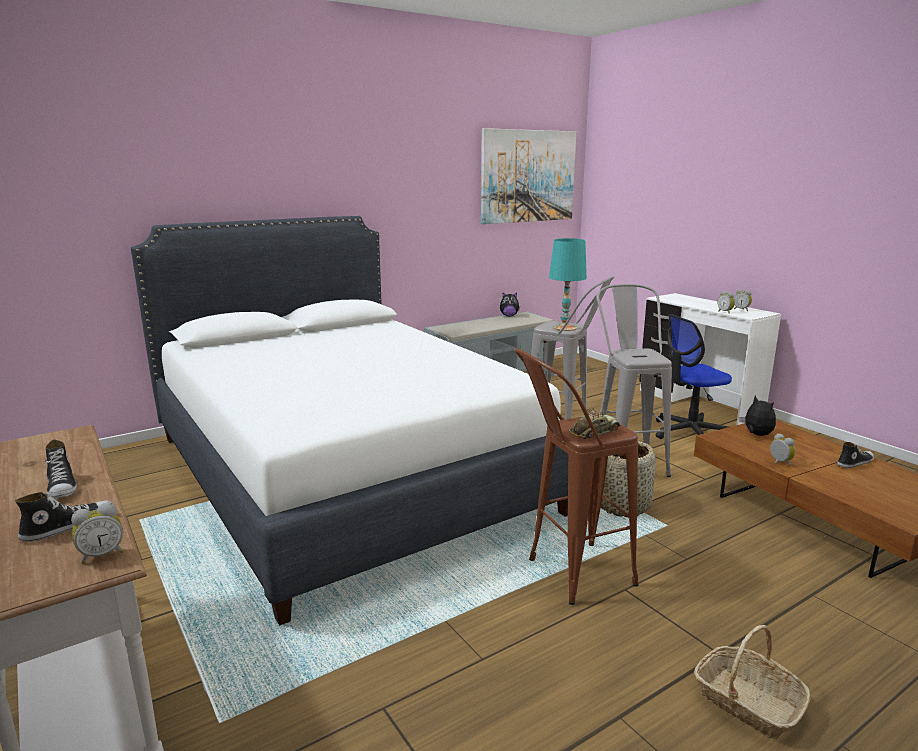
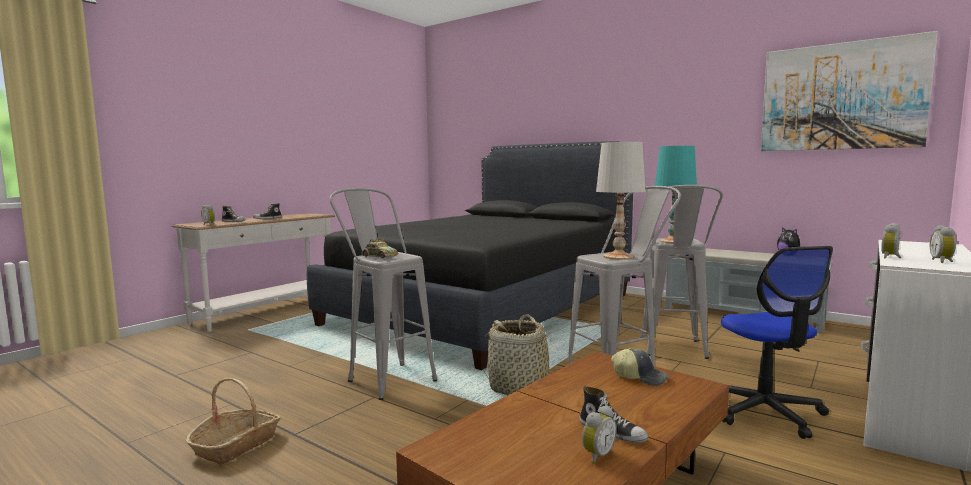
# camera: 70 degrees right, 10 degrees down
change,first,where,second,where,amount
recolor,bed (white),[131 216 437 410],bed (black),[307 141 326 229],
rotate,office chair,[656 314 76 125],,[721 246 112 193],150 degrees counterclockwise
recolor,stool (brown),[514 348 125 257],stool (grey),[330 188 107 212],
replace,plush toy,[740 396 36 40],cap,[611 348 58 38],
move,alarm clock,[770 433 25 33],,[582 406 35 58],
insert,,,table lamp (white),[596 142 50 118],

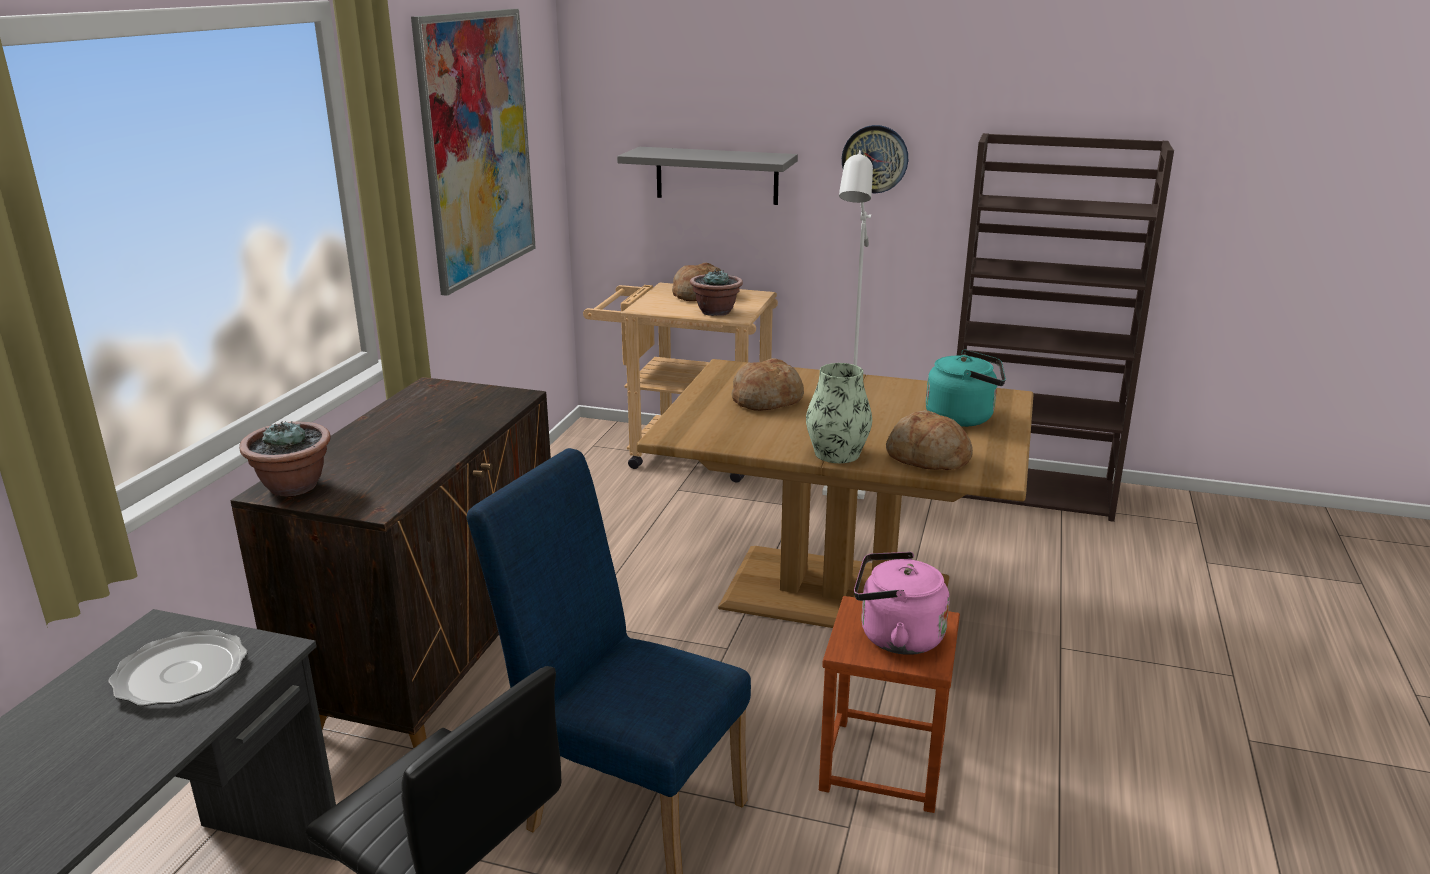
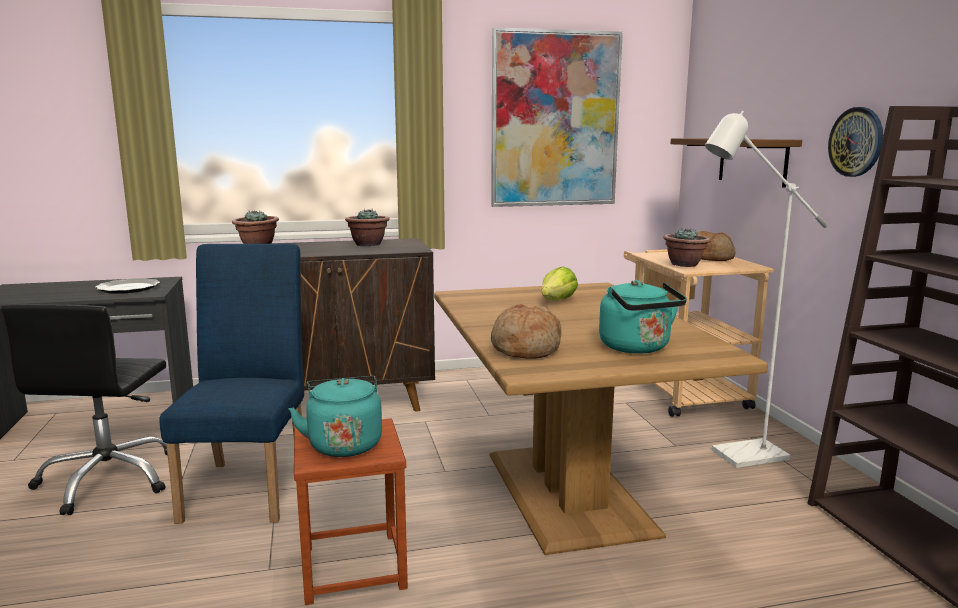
# camera: 60 degrees right, 10 degrees down
change,first,where,second,where,amount
recolor,shelf (grey),[617 147 181 58],shelf (brown),[671 138 131 50],
replace,bread,[731 358 73 53],lettuce,[541 267 37 33],
delete,vase,[806 363 66 100],,,
recolor,kettle (pink),[854 552 96 103],kettle (turquoise),[289 376 93 81],
insert,,,potted plant,[345 209 45 37],

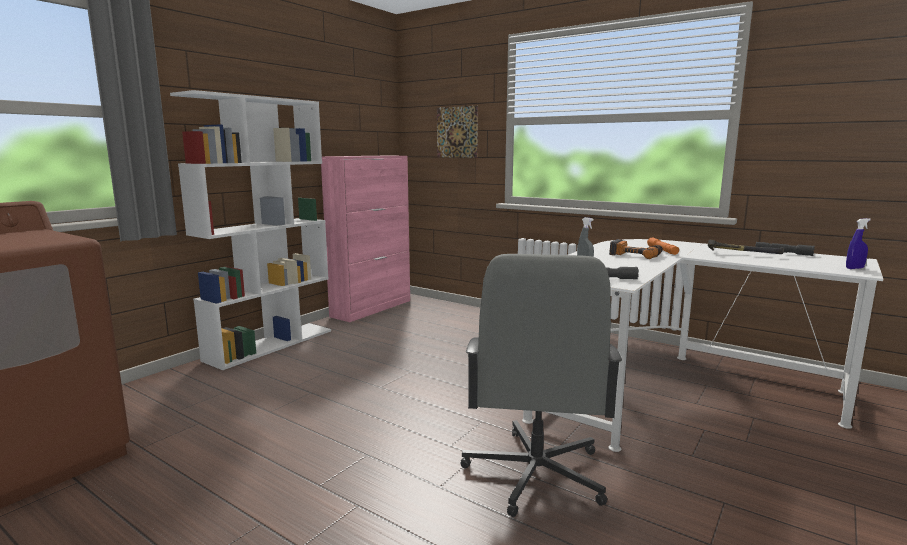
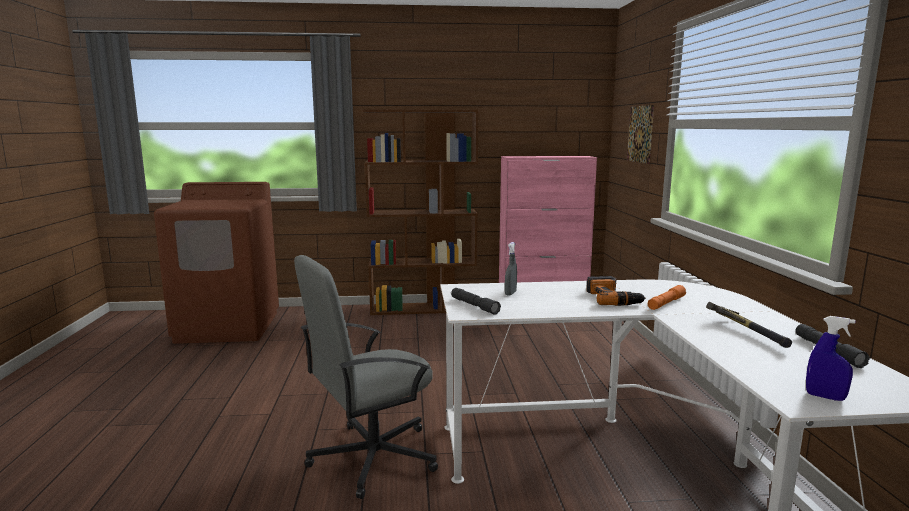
# camera: 50 degrees right, 0 degrees up
change,first,where,second,where,amount
recolor,bookcase (white),[170 90 161 280],bookcase (brown),[363 110 116 205],

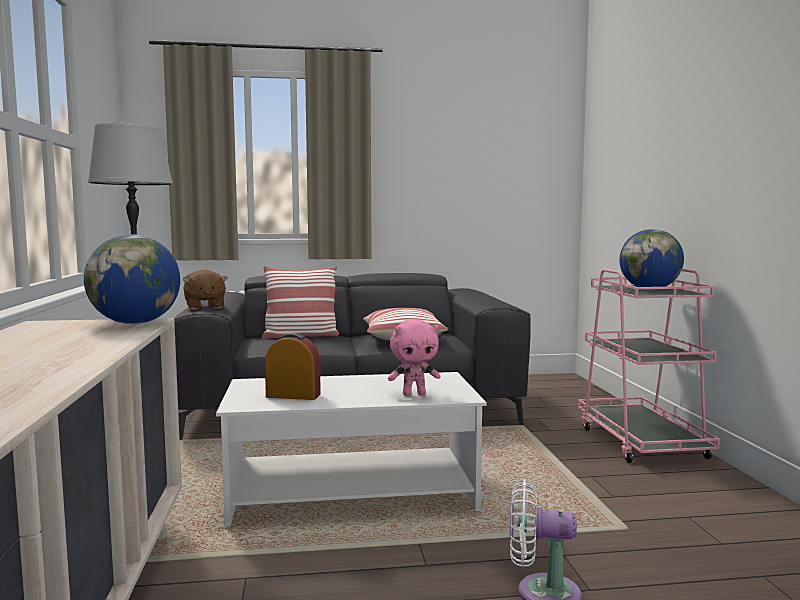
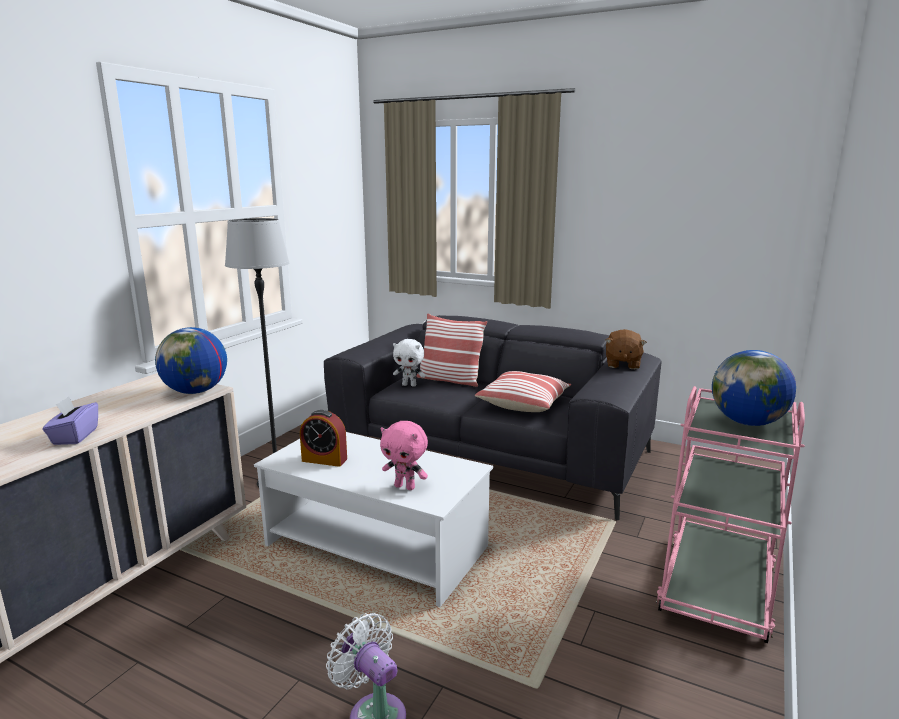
# camera: 35 degrees right, 10 degrees up
change,first,where,second,where,amount
move,plush toy (brown),[183 269 45 41],,[605 329 42 40],
rotate,alarm clock,[265 333 56 67],,[300 410 47 57],150 degrees clockwise
insert,,,plush toy (white),[393 339 33 48],
insert,,,tissue box (purple),[42 396 56 49],

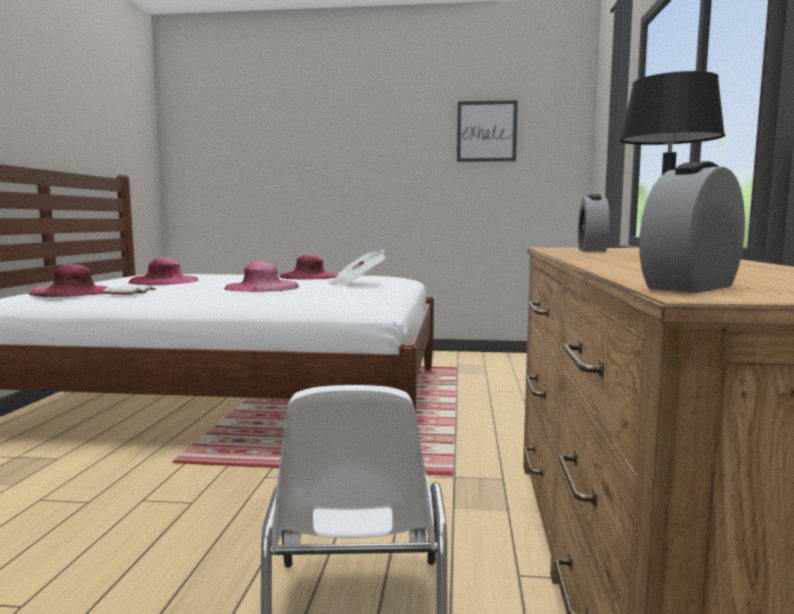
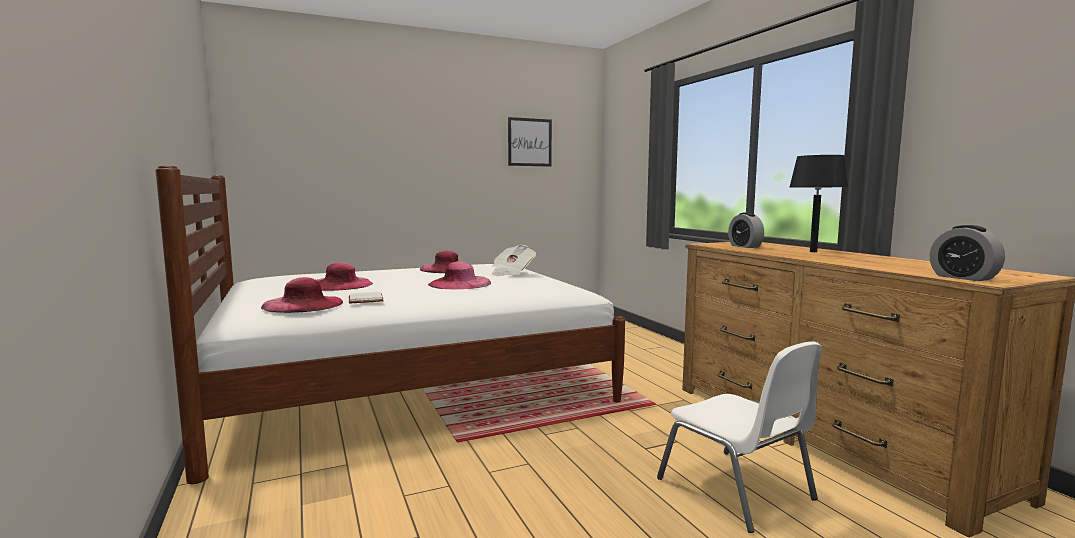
# camera: 30 degrees left, 0 degrees up
change,first,where,second,where,amount
rotate,alarm clock,[639 161 106 132],,[930 225 75 56],45 degrees counterclockwise

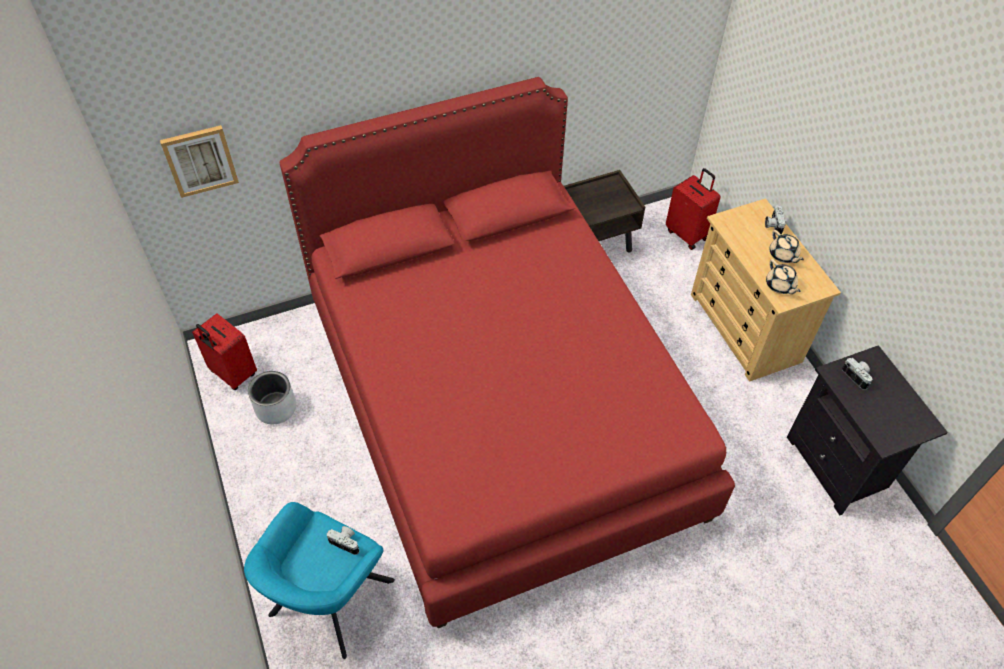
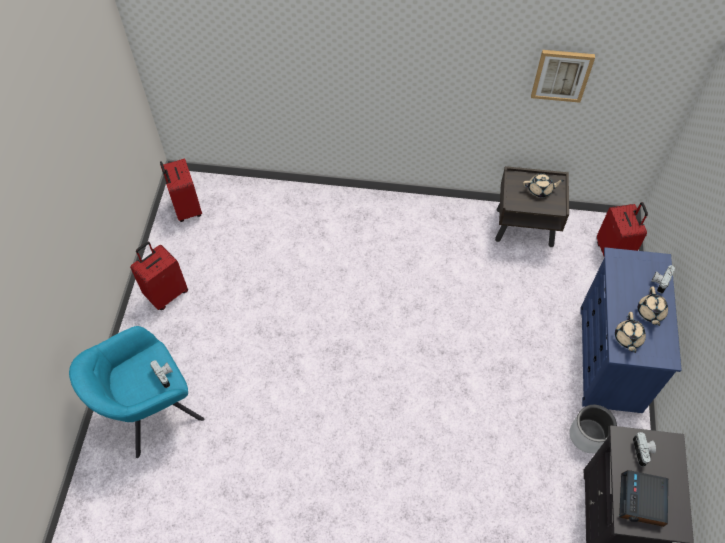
# camera: 30 degrees right, 5 degrees up
change,first,where,second,where,amount
delete,bed (red),[280 77 455 551],,,
move,picture,[160 125 79 73],,[531 50 64 53],
recolor,dresser (beige),[691 198 150 184],dresser (blue),[580 247 102 166],
move,planter (grey),[248 371 48 53],,[570 405 47 48],
insert,,,teapot (beige),[523 173 41 24],
insert,,,suitcase (red),[130 242 58 68],
insert,,,alarm clock,[619 470 49 57],

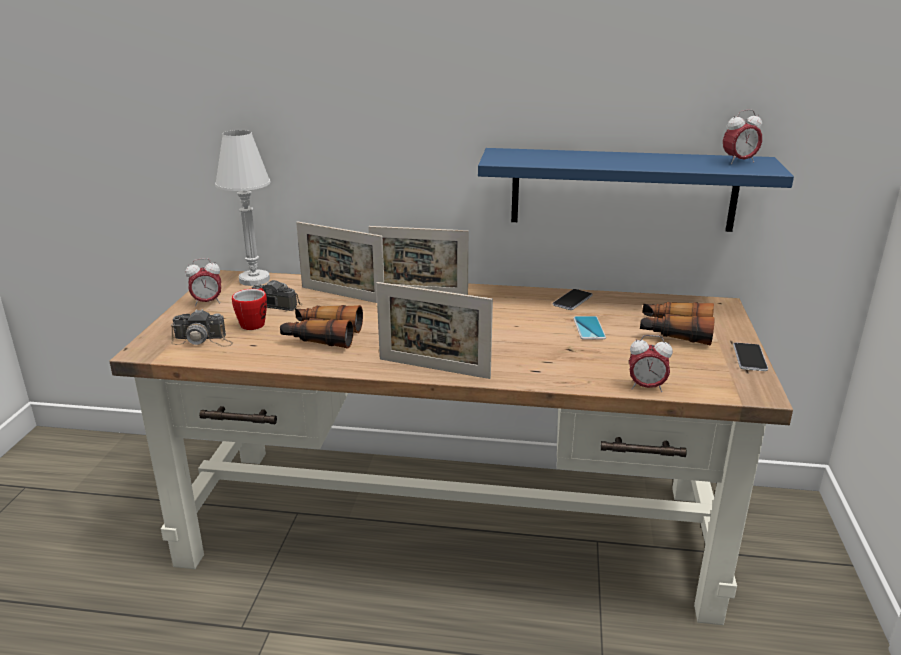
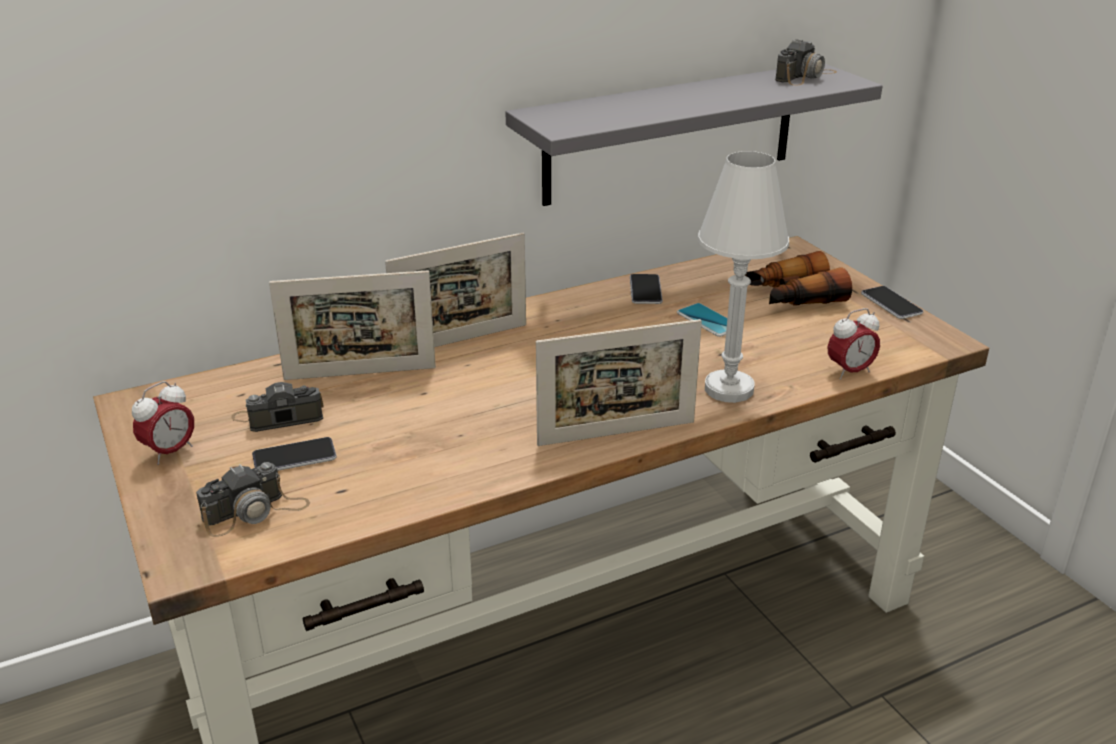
# camera: 35 degrees left, 5 degrees up
change,first,where,second,where,amount
replace,alarm clock,[723 110 39 54],photo camera,[775 39 62 47],
move,table lamp (white),[215 130 56 156],,[698 151 91 252],
recolor,shelf (blue),[478 148 316 84],shelf (grey),[506 64 377 142],
replace,mug,[232 288 35 42],phone,[252 437 85 34],
delete,binoculars,[280 305 83 43],,,

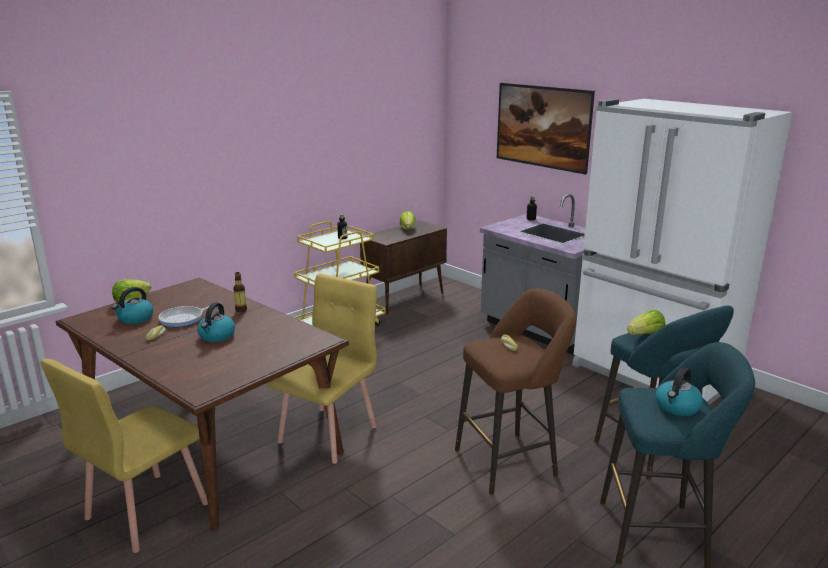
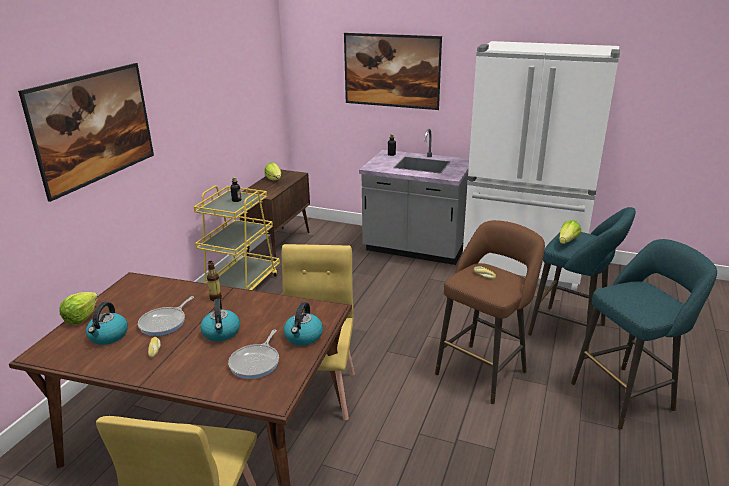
# camera: 25 degrees left, 5 degrees up
change,first,where,second,where,amount
move,kettle,[656 367 47 49],,[284 302 39 44],
insert,,,picture,[18 63 136 139],
insert,,,frying pan,[228 329 51 50],

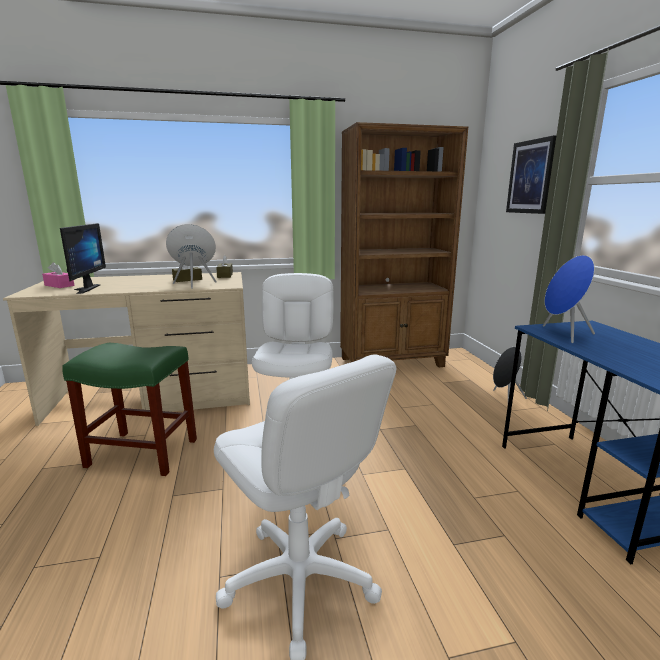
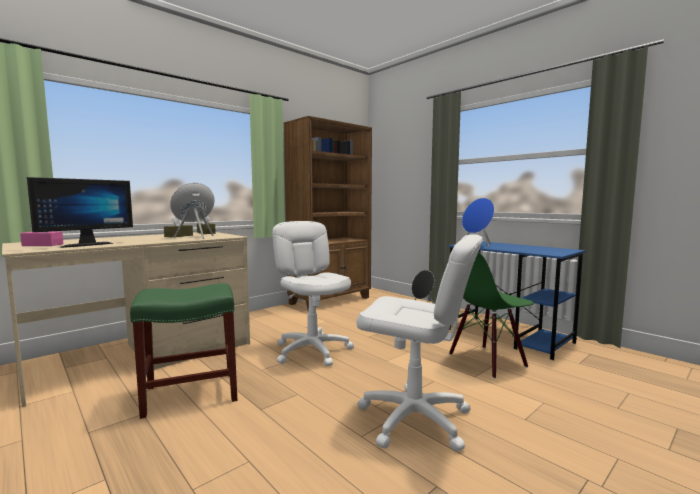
# camera: 30 degrees left, 10 degrees down
change,first,where,second,where,amount
delete,picture,[506 135 50 79],,,
rotate,monitor,[60 223 46 71],,[27 177 106 71],75 degrees clockwise
insert,,,chair (green),[449 252 86 127],

